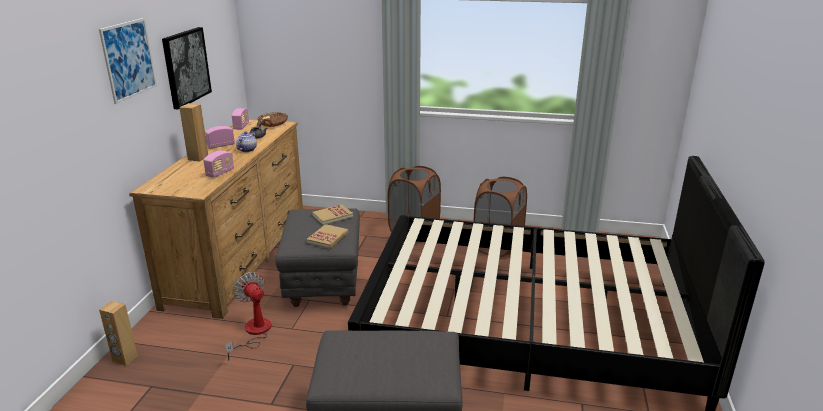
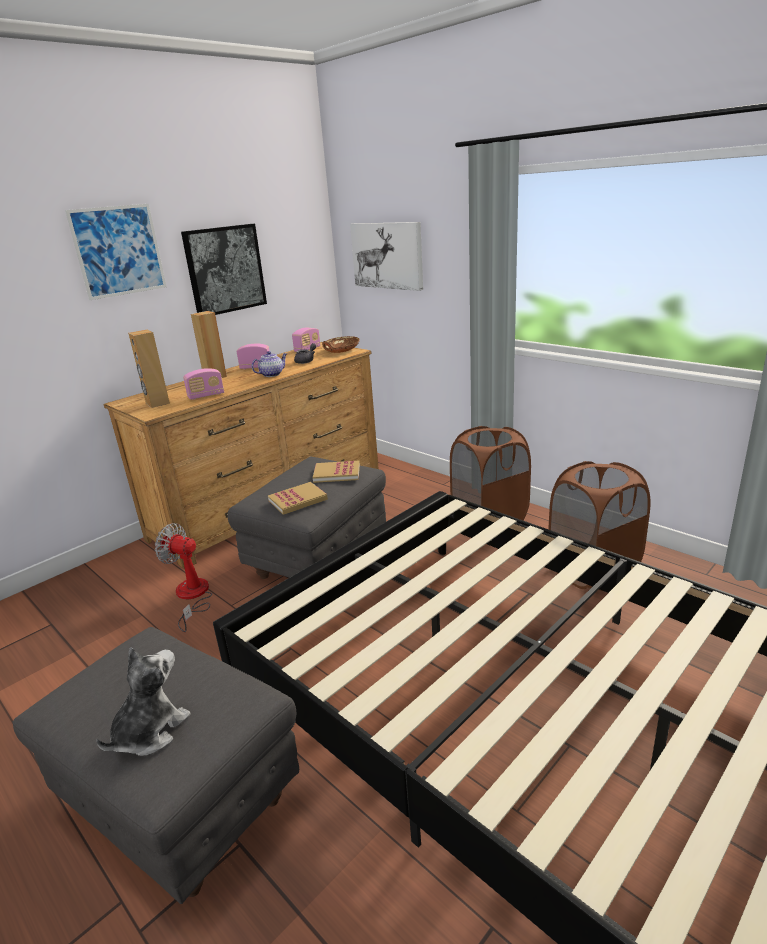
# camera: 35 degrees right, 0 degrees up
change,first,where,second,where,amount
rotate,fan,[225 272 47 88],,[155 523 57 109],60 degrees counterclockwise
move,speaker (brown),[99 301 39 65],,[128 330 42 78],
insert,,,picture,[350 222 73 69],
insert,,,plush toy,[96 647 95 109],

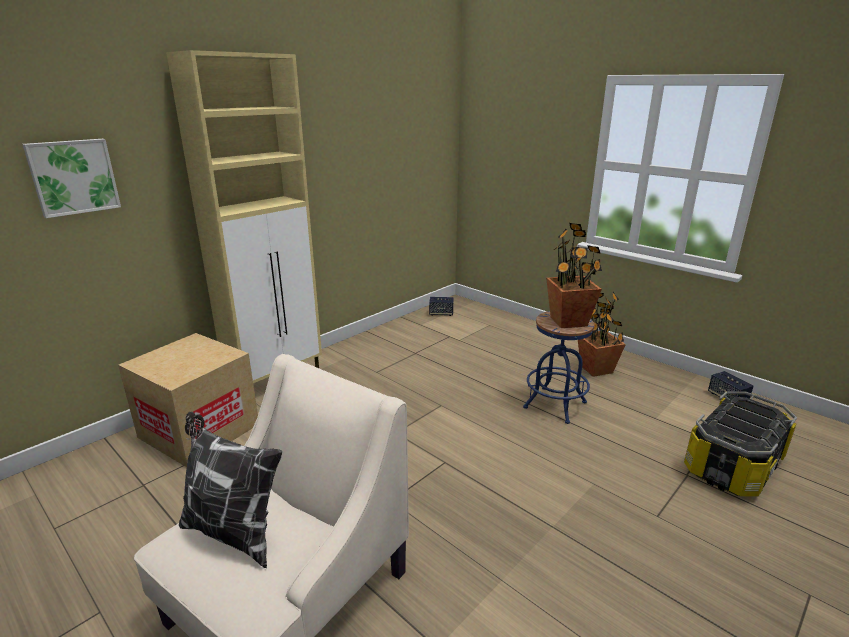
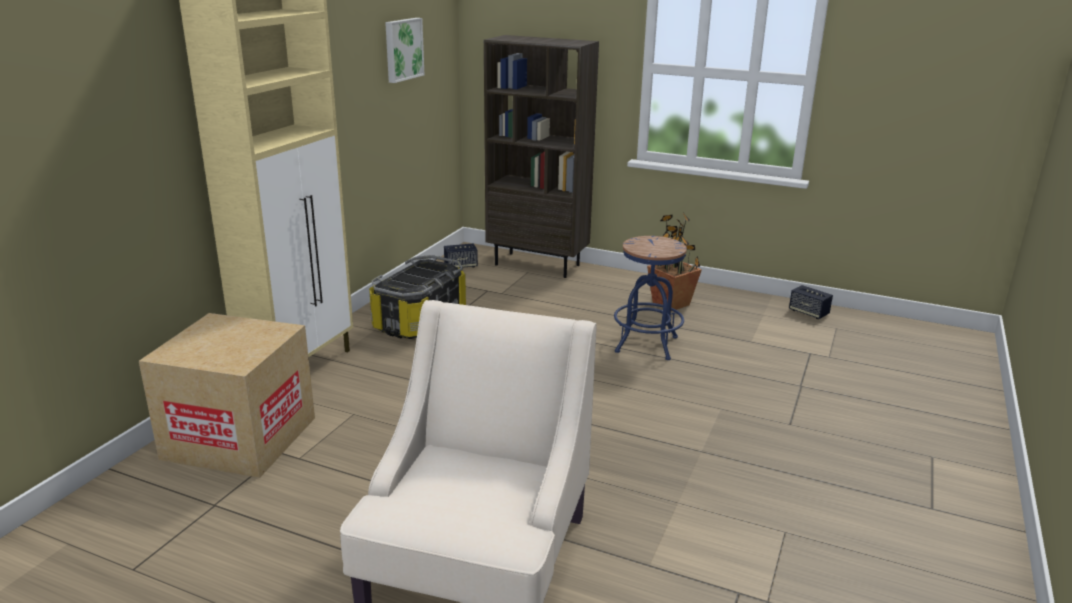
# camera: 20 degrees left, 0 degrees up
change,first,where,second,where,amount
move,picture,[23 139 98 79],,[385 18 39 65],
delete,potted plant,[546 223 56 105],,,
move,storage box,[684 391 113 106],,[369 255 97 84],
delete,pillow,[179 412 103 156],,,
insert,,,bookcase (brown),[484 35 115 243],

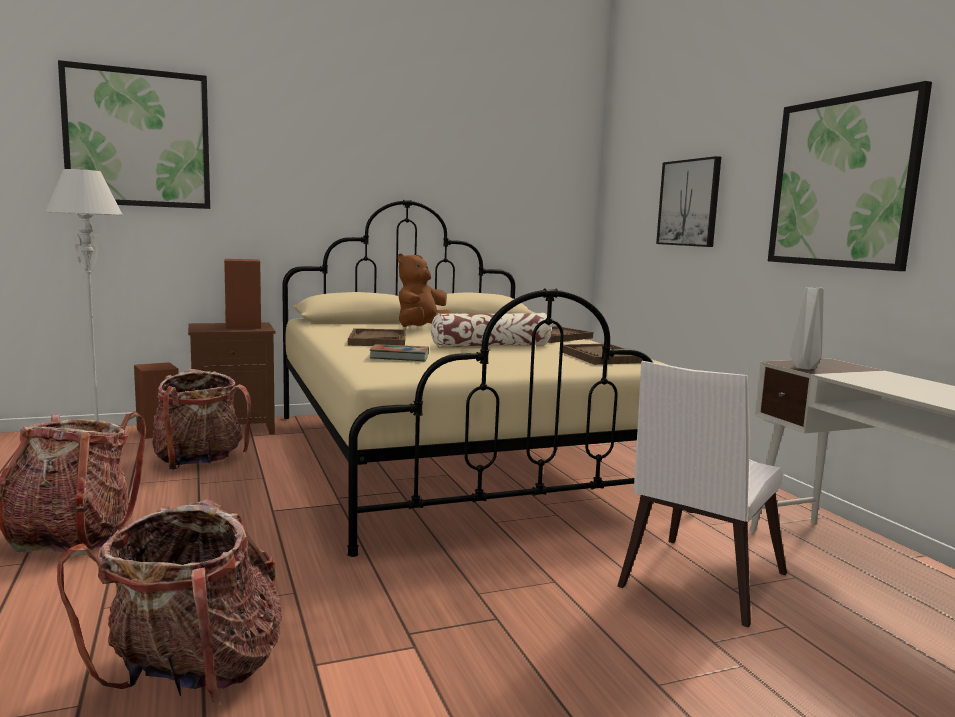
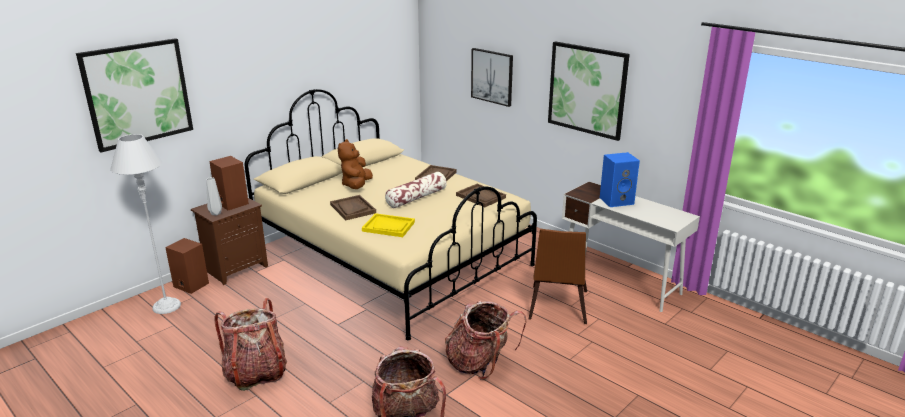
# camera: 25 degrees left, 15 degrees up
change,first,where,second,where,amount
move,vase (grey),[790 287 34 83],,[206 177 16 38],
replace,book,[370 344 59 17],tray (yellow),[362 213 53 24],
recolor,chair (white),[617 361 170 267],chair (brown),[529 229 58 95],
move,backpack,[152 369 99 101],,[445 300 82 80],
insert,,,speaker (blue),[600 152 40 55],

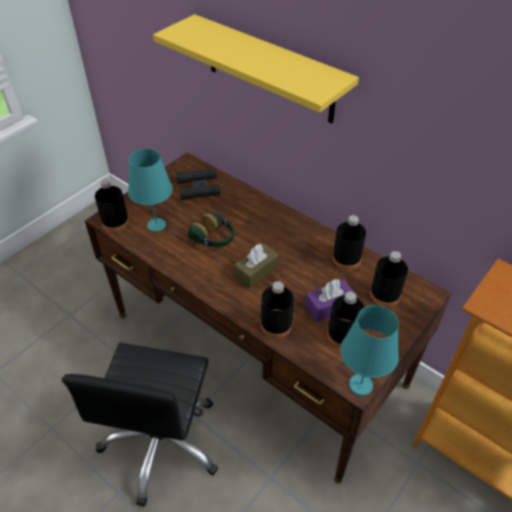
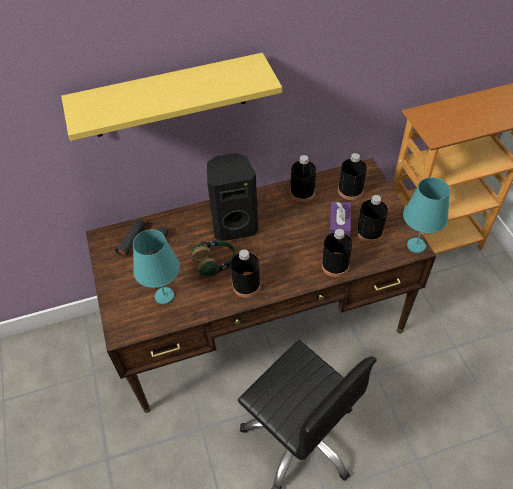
# camera: 55 degrees left, 5 degrees up
change,first,where,second,where,amount
move,bottle (black),[95 179 34 53],,[231 249 30 49],
delete,tissue box (brown),[234 244 45 44],,,
insert,,,speaker (black),[207 153 51 88],

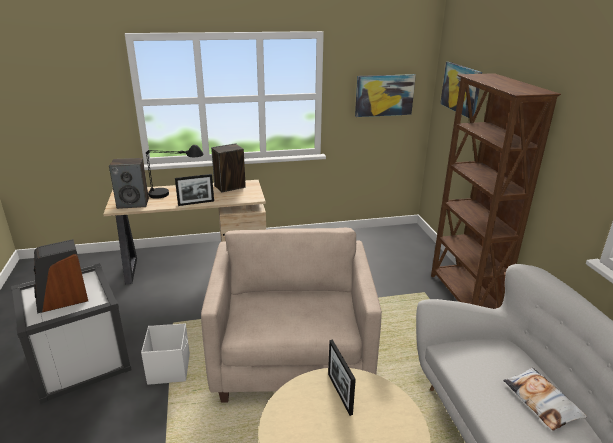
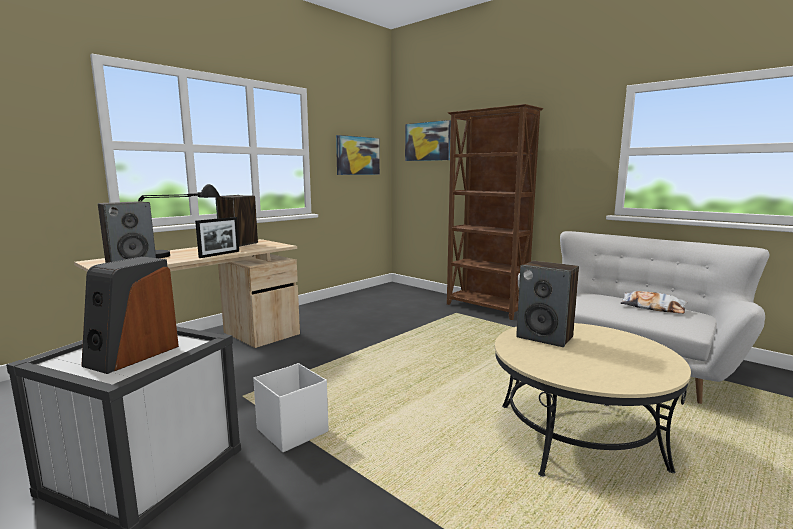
# camera: 35 degrees left, 15 degrees down
change,first,where,second,where,amount
delete,armchair (beige),[201 228 181 175],,,
replace,picture frame,[328 340 28 76],speaker,[516 261 63 86],

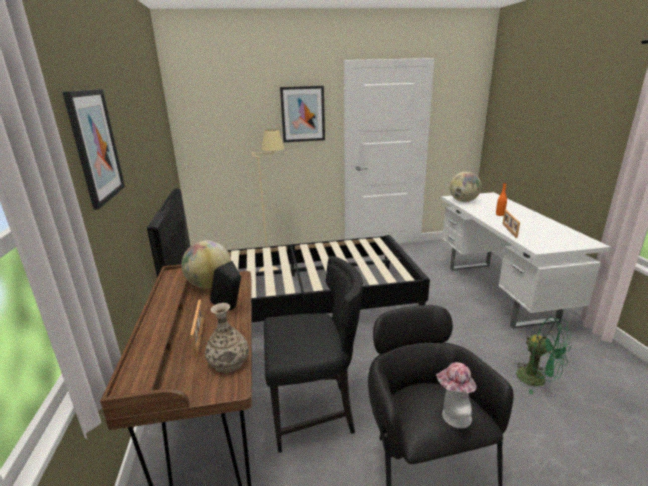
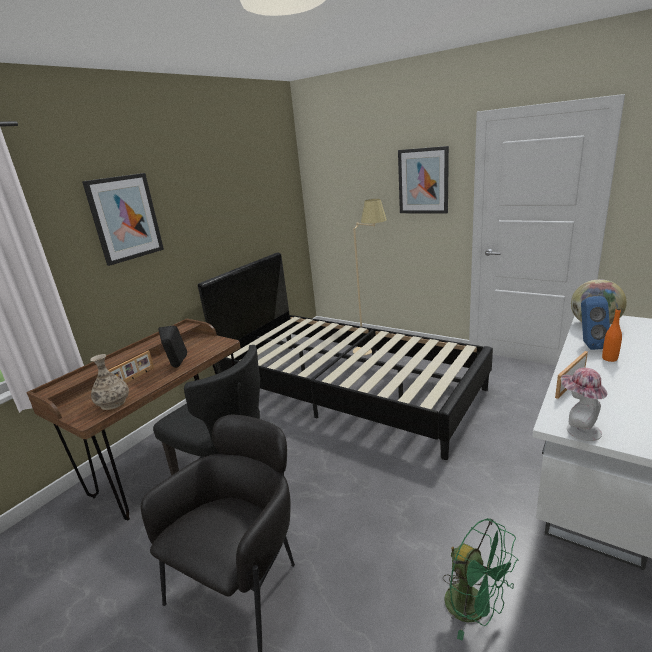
# camera: 45 degrees right, 0 degrees up
change,first,where,second,where,amount
delete,globe,[182 240 49 48],,,
rotate,fan (green),[513 317 59 77],,[443 518 75 123],45 degrees counterclockwise
move,hat,[436 362 40 67],,[561 368 47 73],
insert,,,speaker (blue),[581 296 29 54],

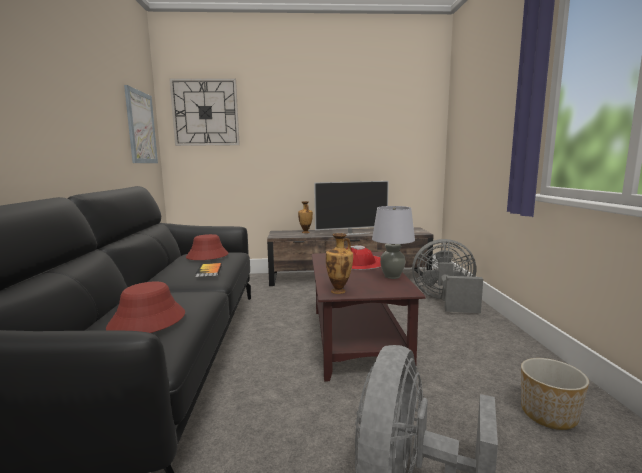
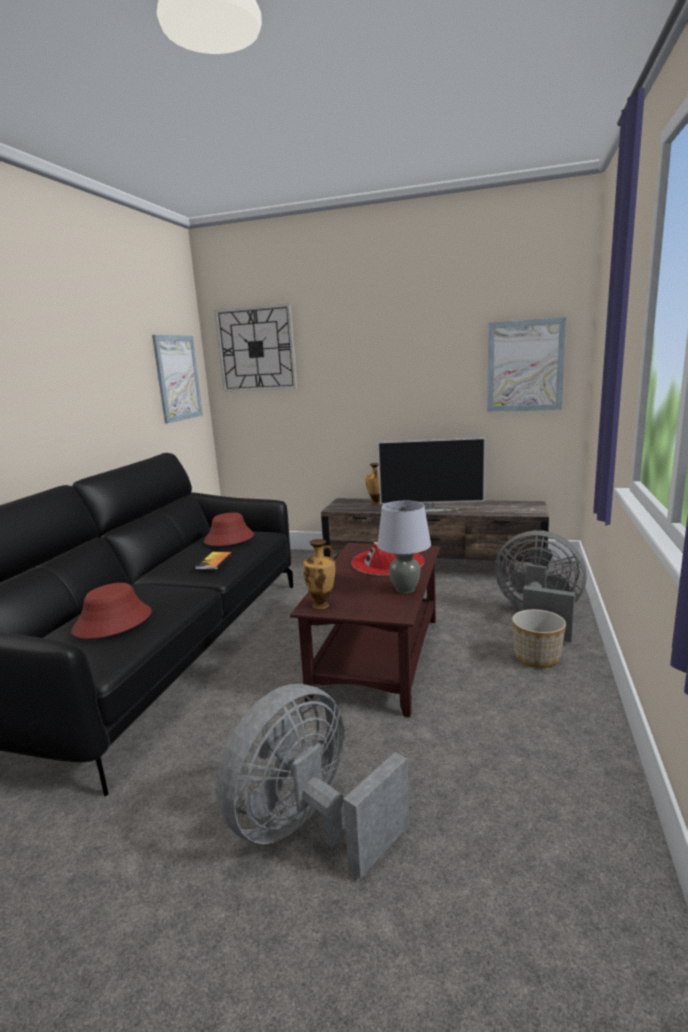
# camera: 20 degrees right, 5 degrees up
change,first,where,second,where,amount
move,planter,[521 358 68 72],,[512 609 54 59],
insert,,,picture,[487 317 79 95],

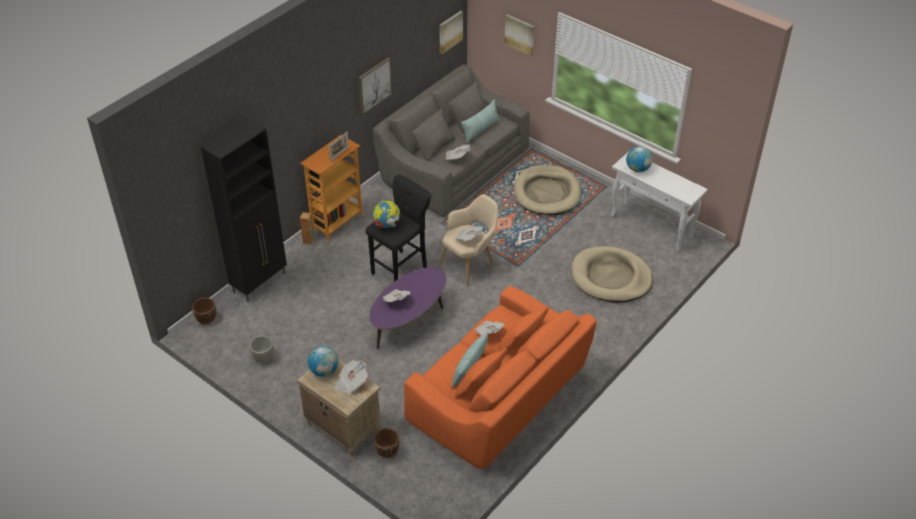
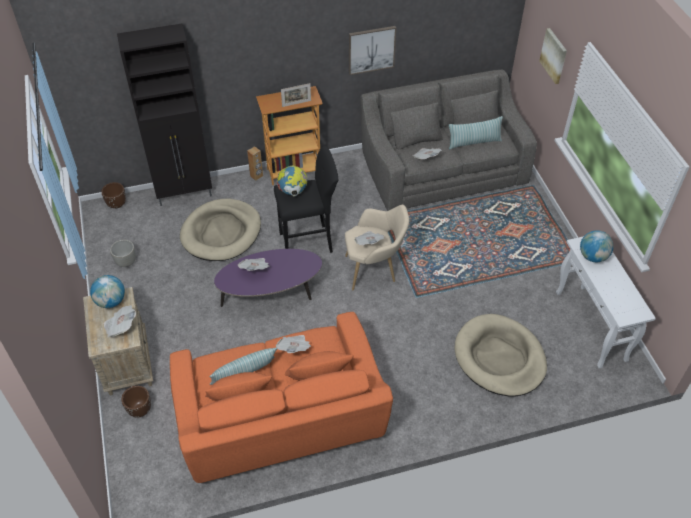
# camera: 35 degrees right, 5 degrees up
change,first,where,second,where,amount
delete,picture,[439 11 24 43],,,
move,dog bed (beige),[514 165 67 50],,[180 198 81 63],

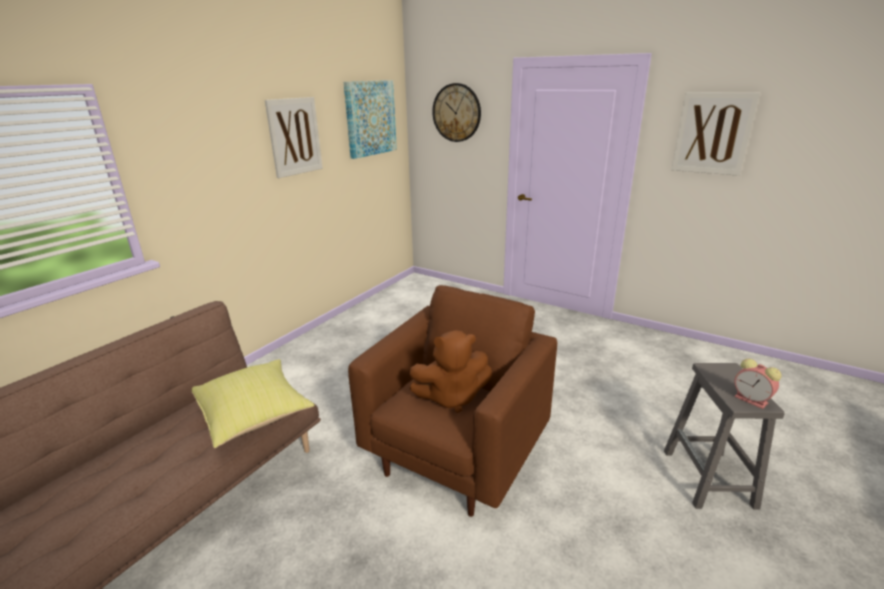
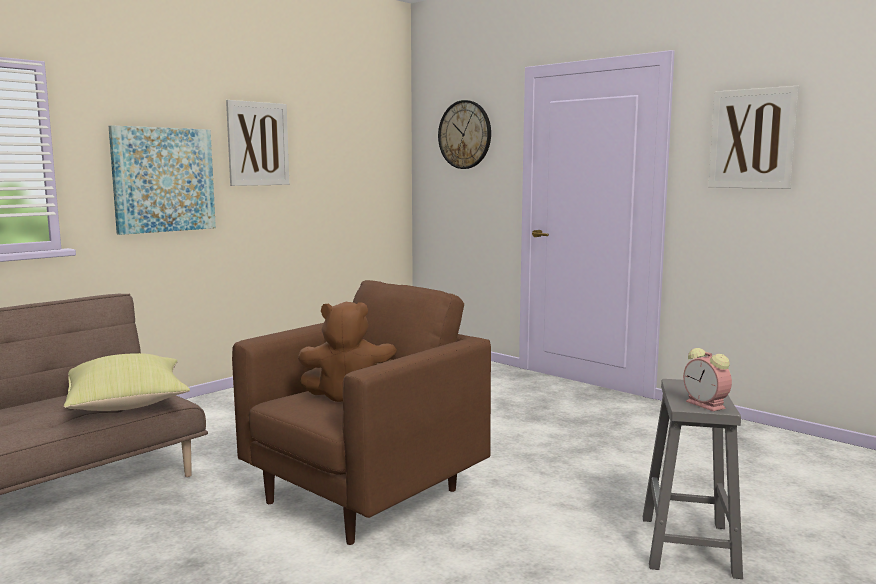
# camera: 10 degrees right, 15 degrees down
change,first,where,second,where,amount
move,picture,[344 80 53 79],,[109 125 107 110],

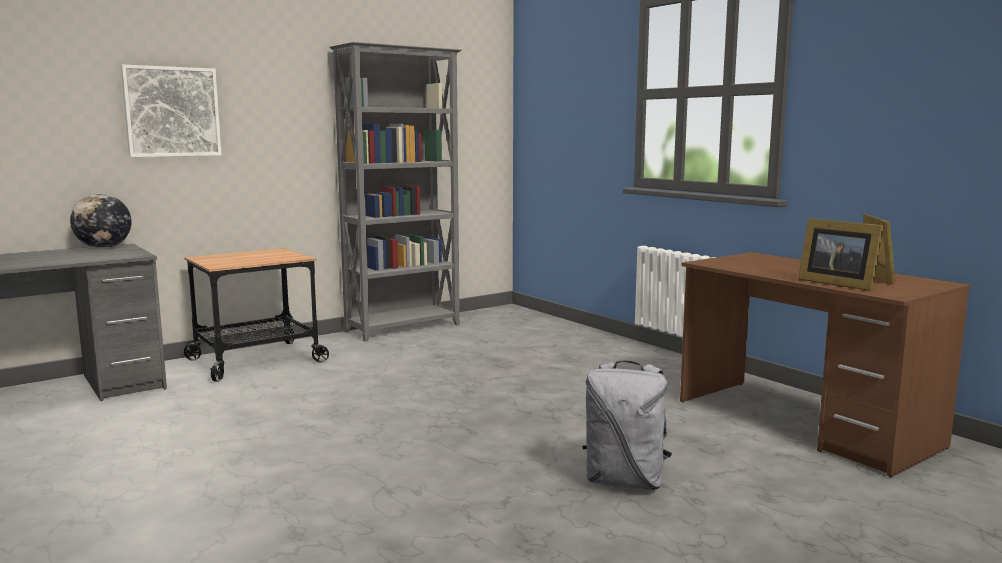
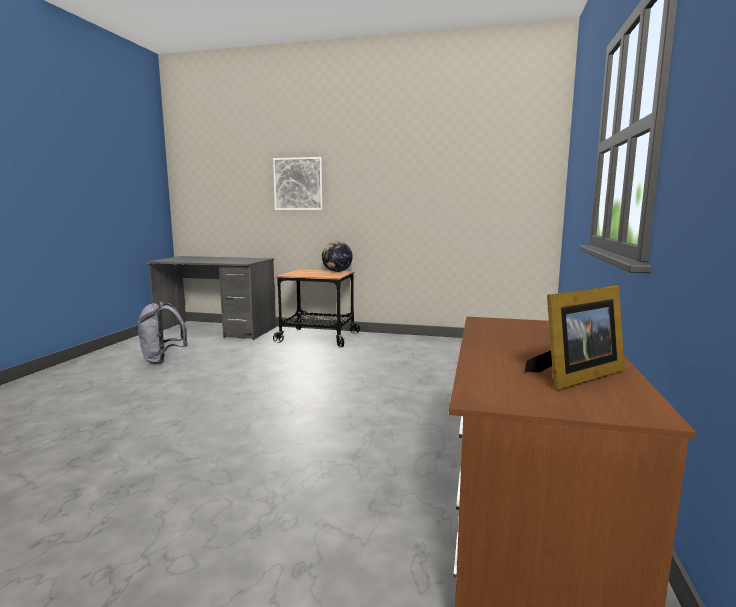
# camera: 50 degrees right, 0 degrees up
change,first,where,second,where,amount
delete,bookcase (grey),[329 42 133 299],,,
move,globe,[70 194 62 54],,[322 241 31 31],
delete,picture frame,[798 218 86 73],,,
move,backpack (grey),[582 360 90 130],,[137 301 51 63],

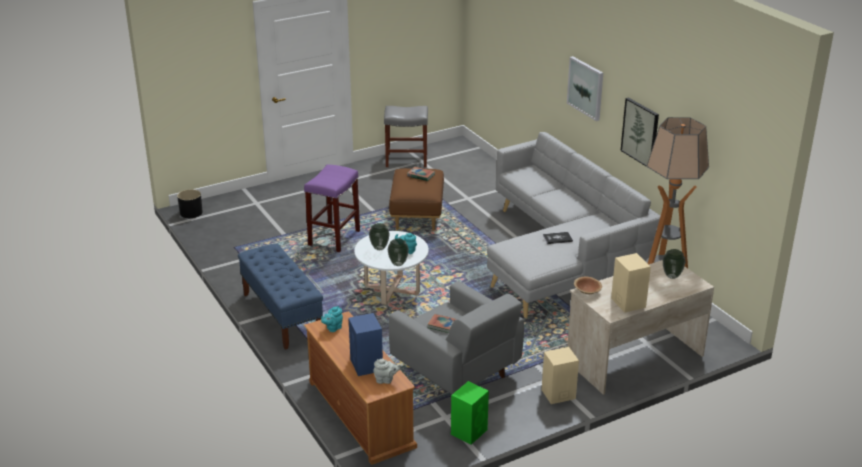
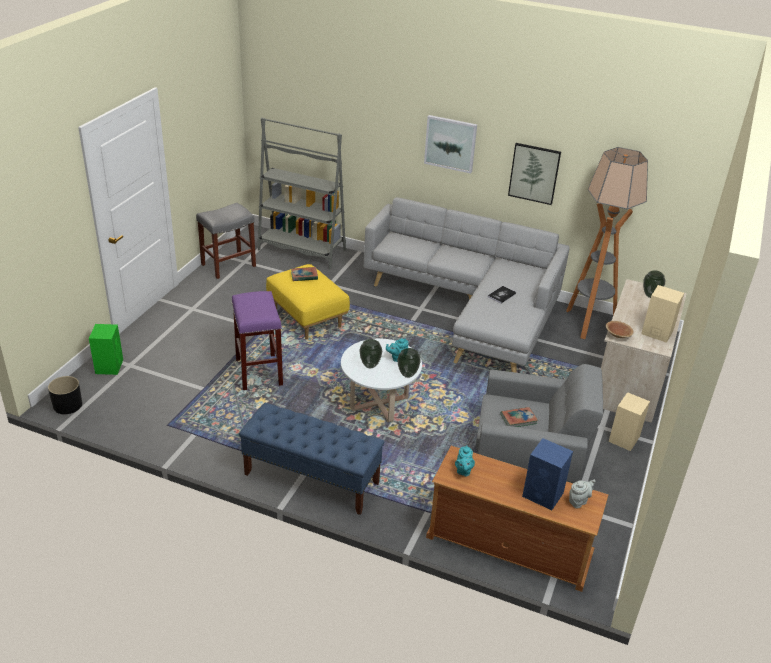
# camera: 40 degrees left, 5 degrees up
change,first,where,second,where,amount
recolor,ottoman (brown),[389 168 55 63],ottoman (yellow),[266 264 84 76],
move,speaker (green),[451 381 38 64],,[89 324 34 51],
insert,,,bookcase (grey),[257 117 89 152],

